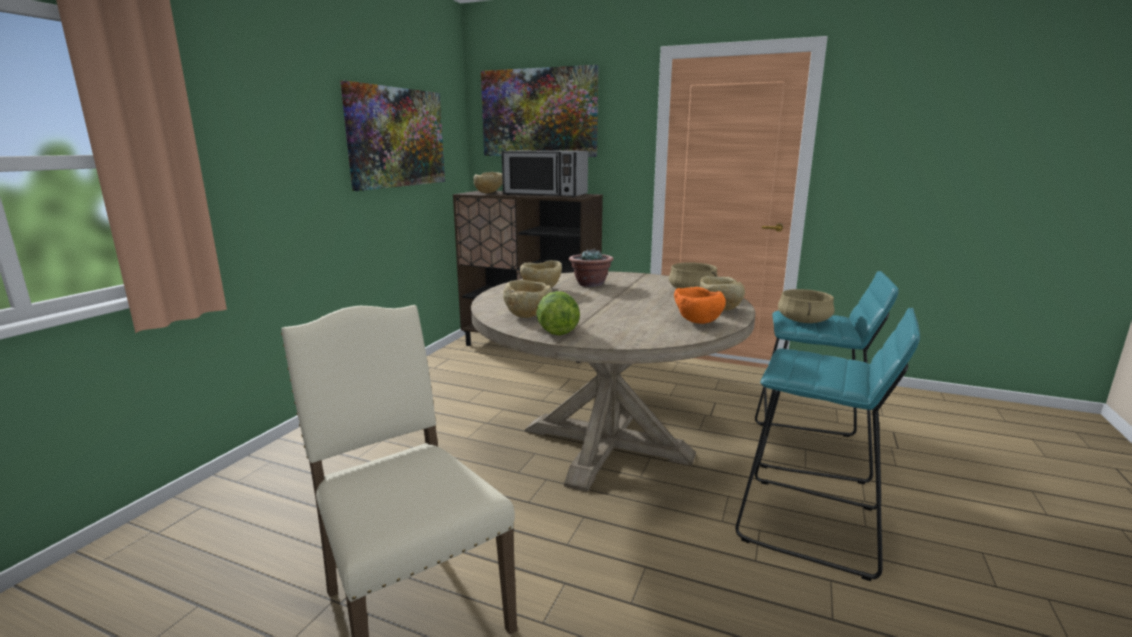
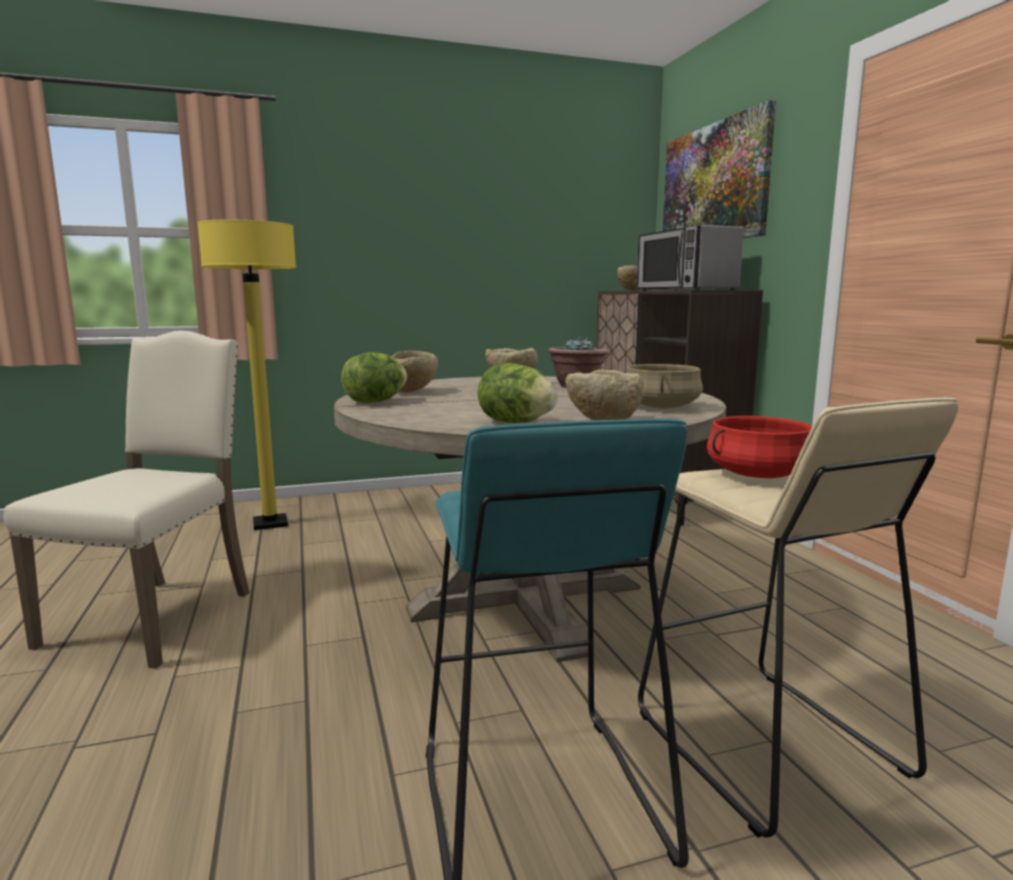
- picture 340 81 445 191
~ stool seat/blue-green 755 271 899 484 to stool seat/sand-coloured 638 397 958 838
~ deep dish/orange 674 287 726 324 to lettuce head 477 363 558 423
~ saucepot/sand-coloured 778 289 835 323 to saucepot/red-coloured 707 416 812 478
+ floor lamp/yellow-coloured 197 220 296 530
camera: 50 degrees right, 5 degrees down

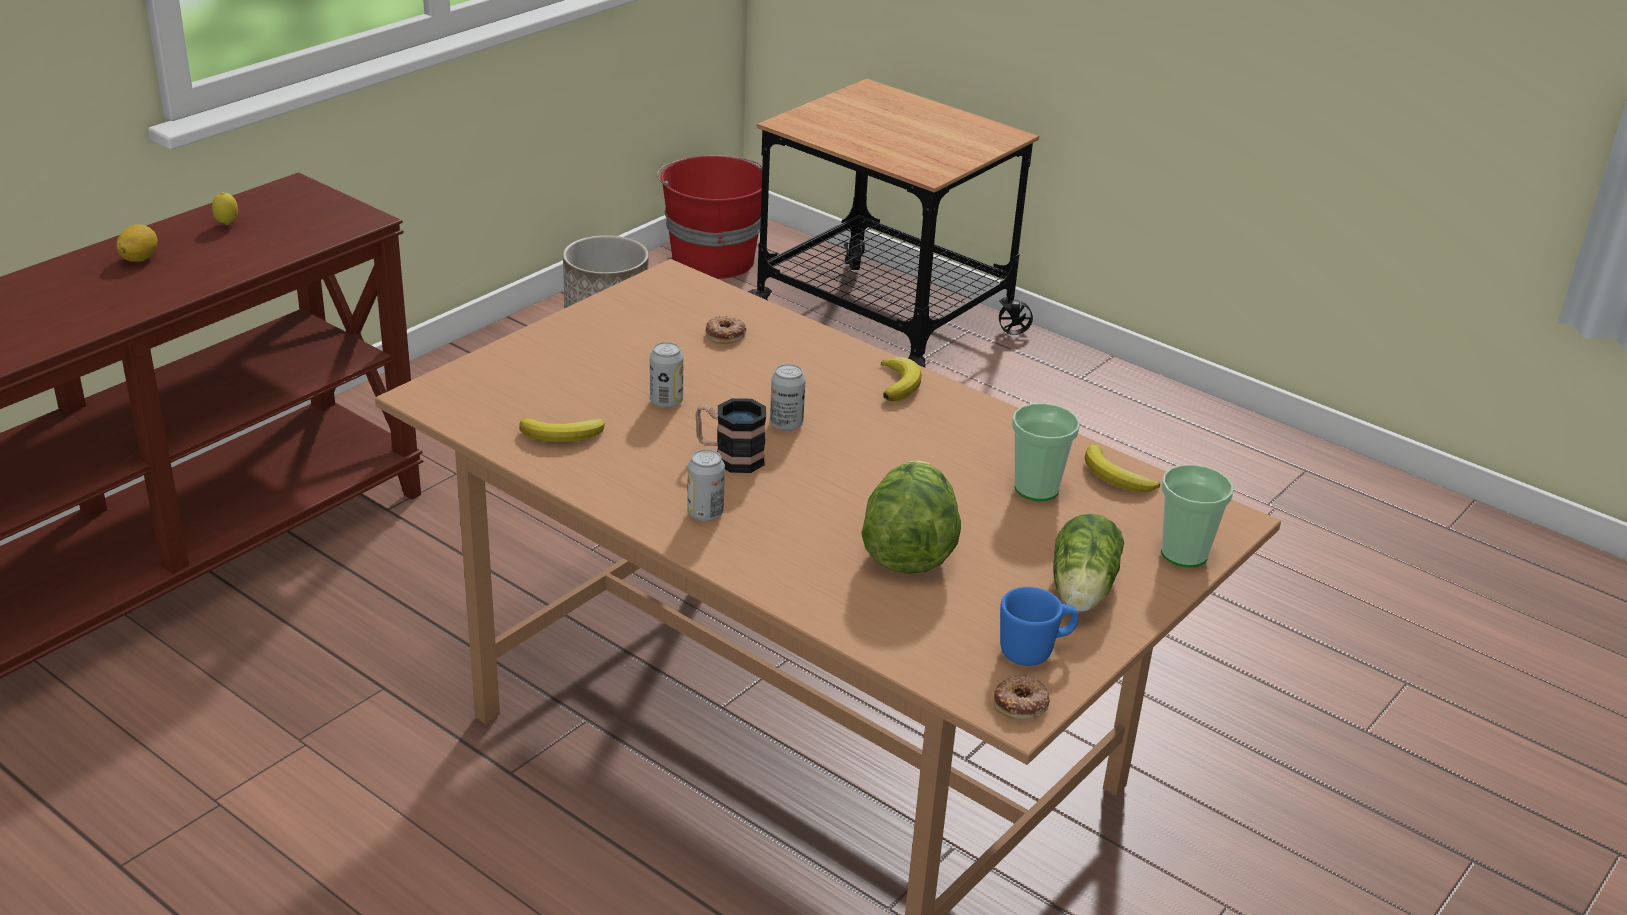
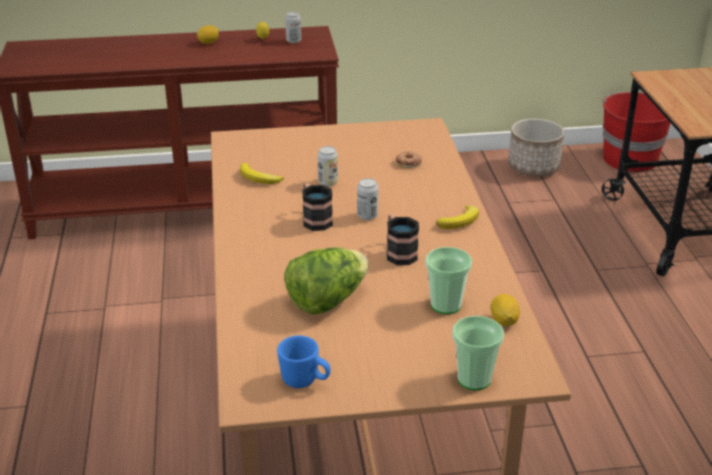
~ whole banana 1085 444 1160 492 to citrus fruit 491 294 520 326
~ can 687 449 725 521 to 285 12 301 43
- lettuce head 1053 513 1124 612
- doughnut 994 676 1050 720
+ tea mug 387 214 419 265
camera: 45 degrees right, 0 degrees up

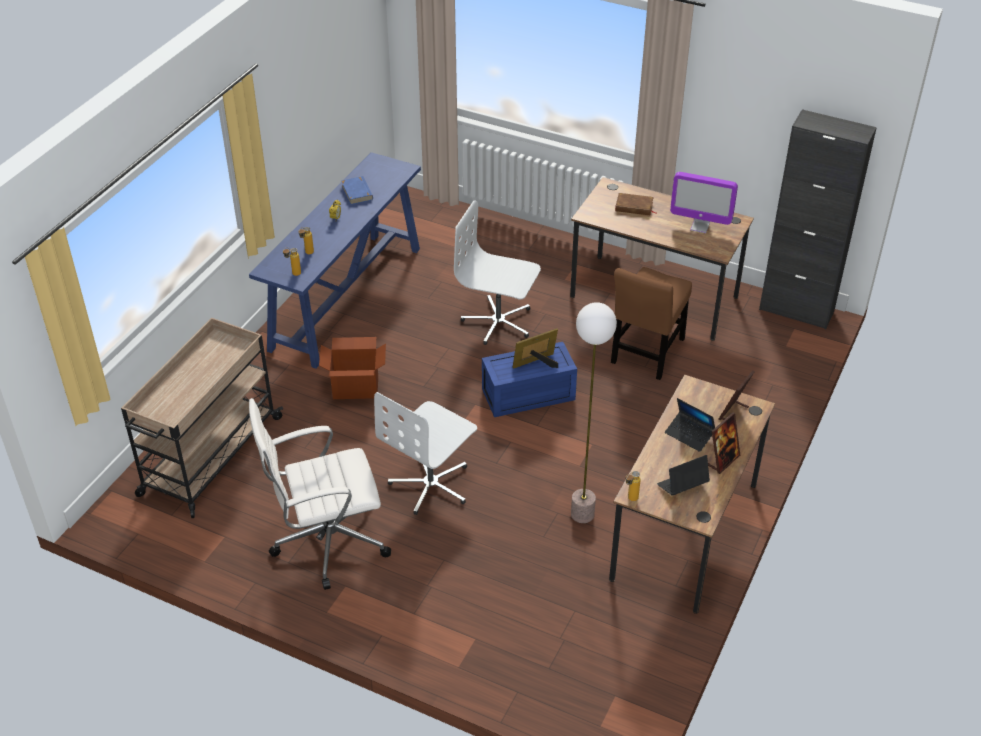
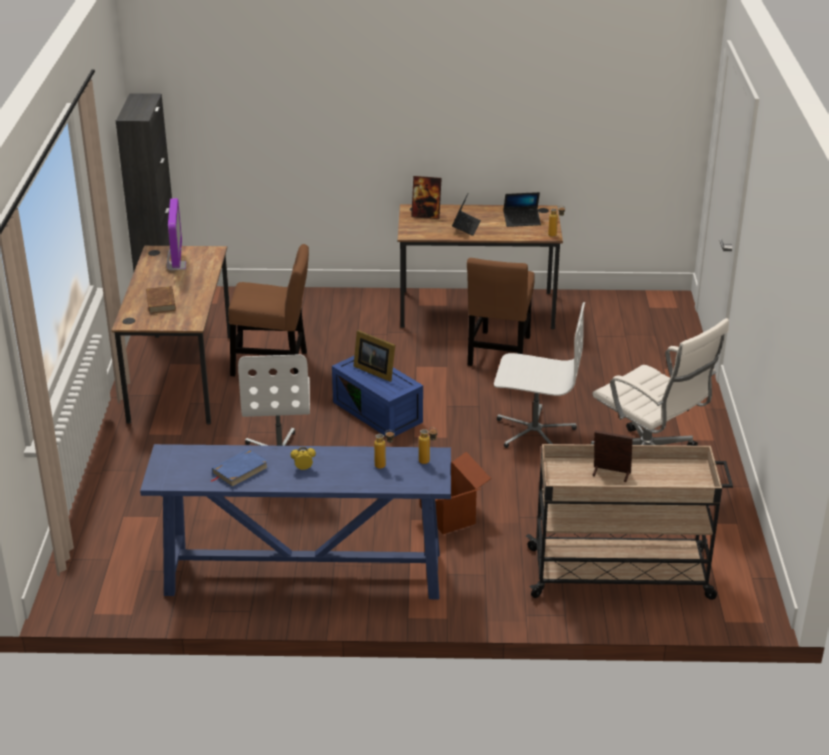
~ floor lamp 571 302 617 523 to chair/brown-coloured 467 258 535 366
~ standing frame 708 413 740 474 to 593 430 633 482
~ portable computer 657 455 710 496 = 503 192 541 227 45 degrees counterclockwise
camera: 115 degrees left, 10 degrees down

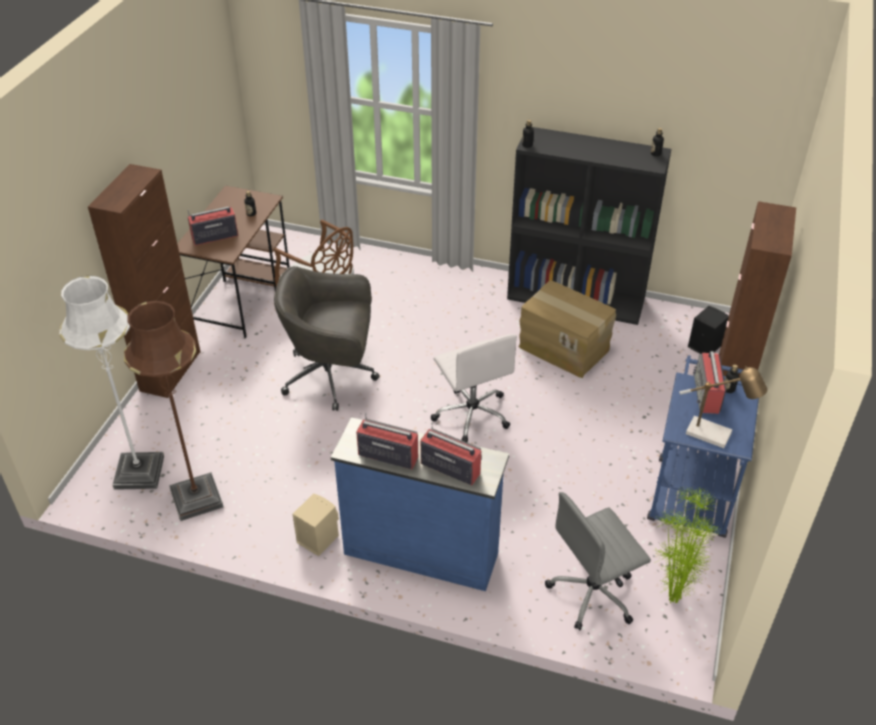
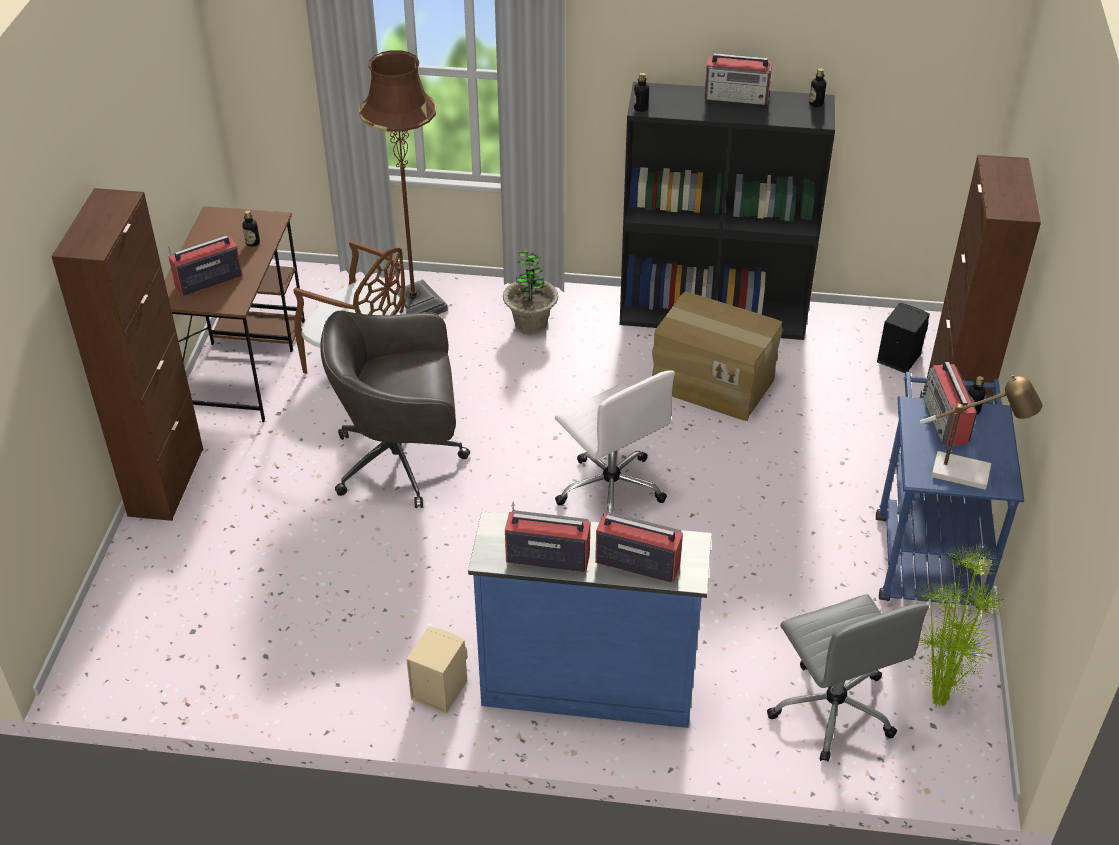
- floor lamp/white-coloured 60 275 164 490
~ floor lamp/brown-coloured 124 300 223 521 to 359 50 448 315
~ computer chair/grey 545 492 651 630 = 767 594 929 762 75 degrees counterclockwise
+ radio 704 53 773 105
+ houseplant 503 250 559 334
camera: 10 degrees left, 0 degrees up

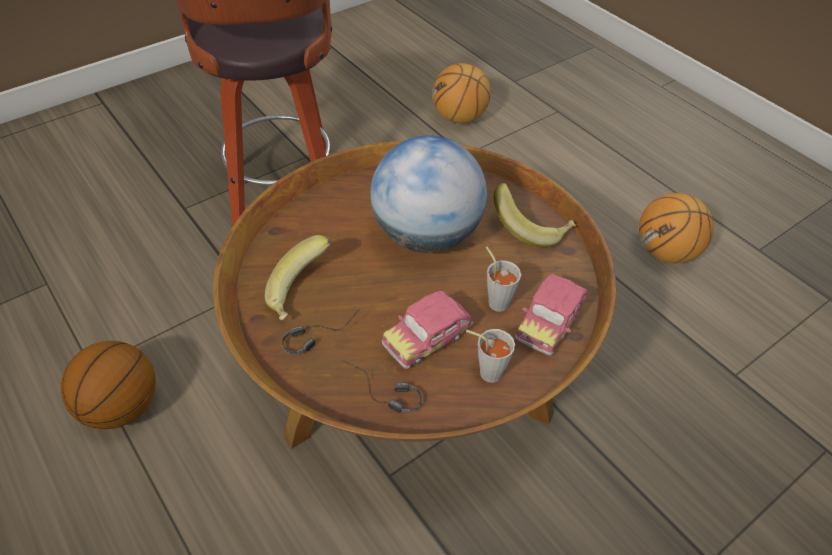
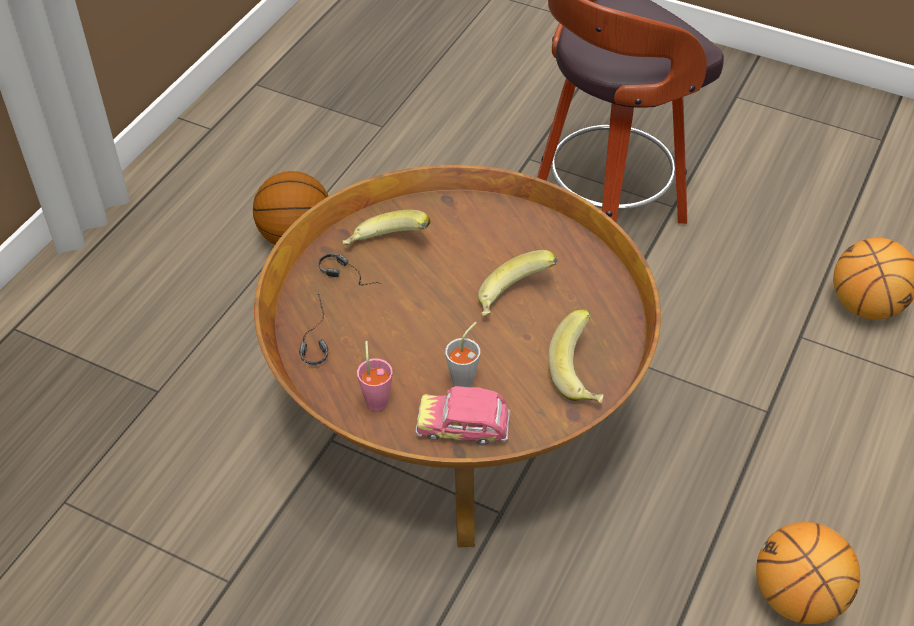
~ world globe 370 135 487 253 to whole banana 478 250 557 316
- miniature car 382 291 474 369
~ cup/grey 466 329 515 383 to cup/pinkish 357 341 393 412
camera: 65 degrees right, 0 degrees up

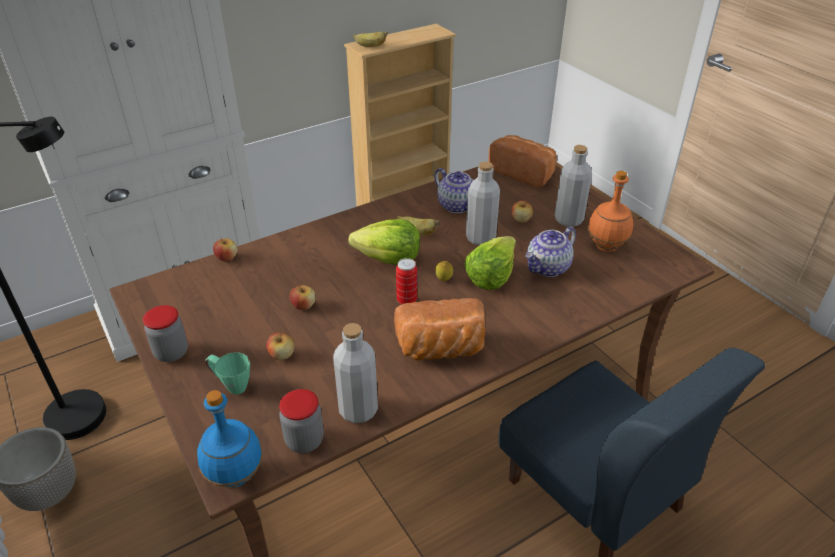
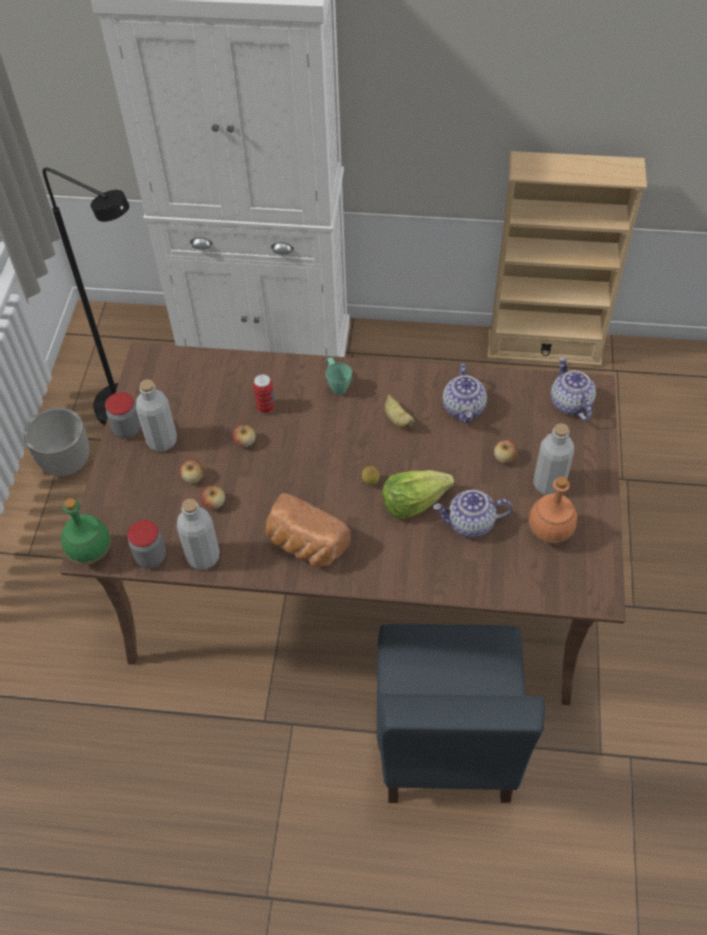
- whole banana 353 32 388 47
~ bakery bread 488 135 557 187 to pot for tea 551 357 596 421
~ beverage bottle/grey 466 162 500 245 to 136 379 177 452
- lettuce head 348 219 420 265
~ apple fruit 213 238 238 261 to 200 485 225 509
~ can 396 258 417 304 to 253 374 275 414
~ tea mug/green 206 352 250 395 to 326 357 352 395
~ beverage bottle/blue-coloured 197 390 263 488 to beverage bottle/green 61 498 111 565
camera: 40 degrees right, 15 degrees up

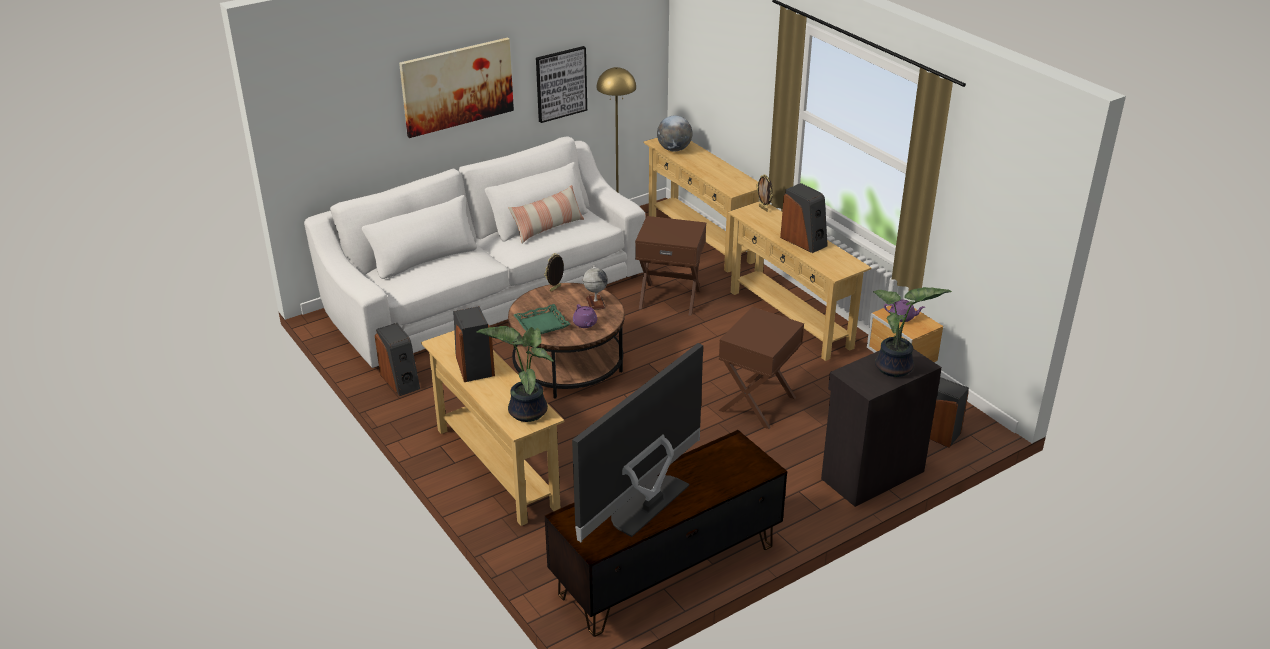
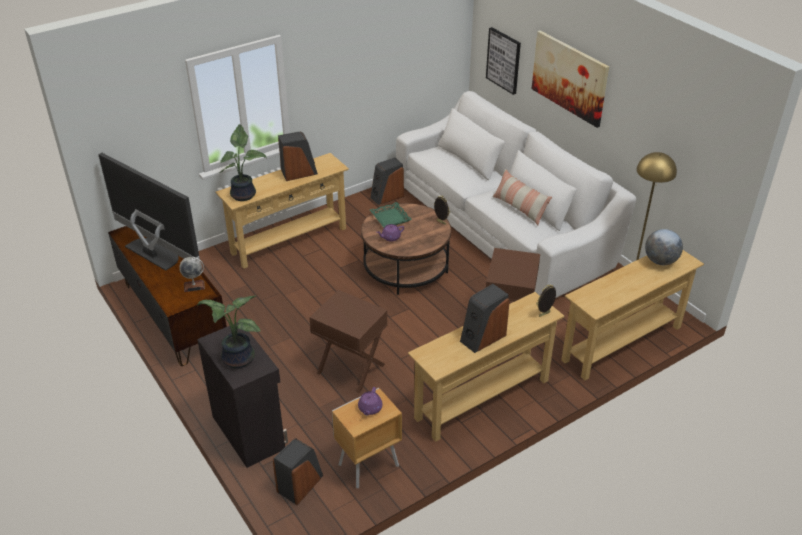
~ picture 536 46 587 123 to 486 27 521 95
~ world globe 583 265 608 310 to 179 257 205 292
camera: 90 degrees right, 5 degrees up

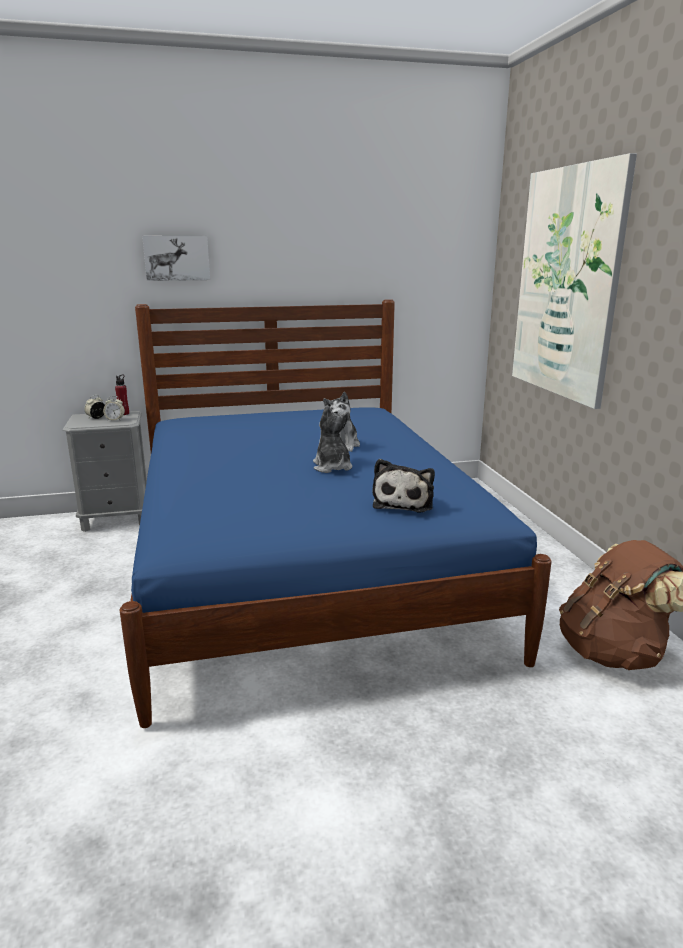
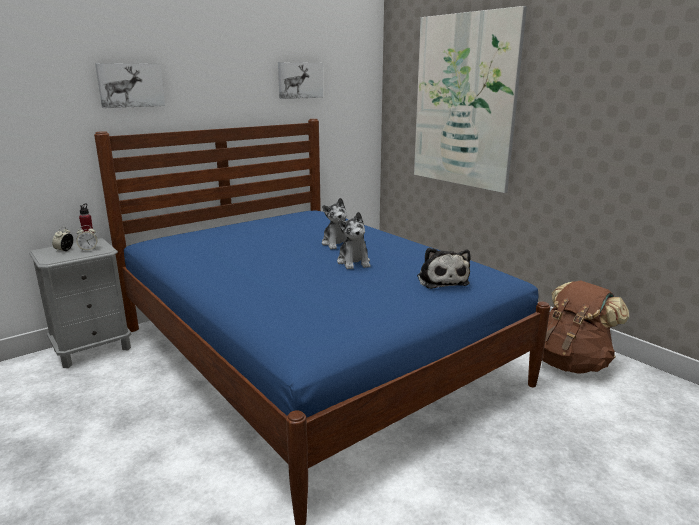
~ cuddly toy 313 405 352 473 = 337 212 370 269 150 degrees counterclockwise
+ picture 278 62 323 99
camera: 25 degrees left, 0 degrees up

